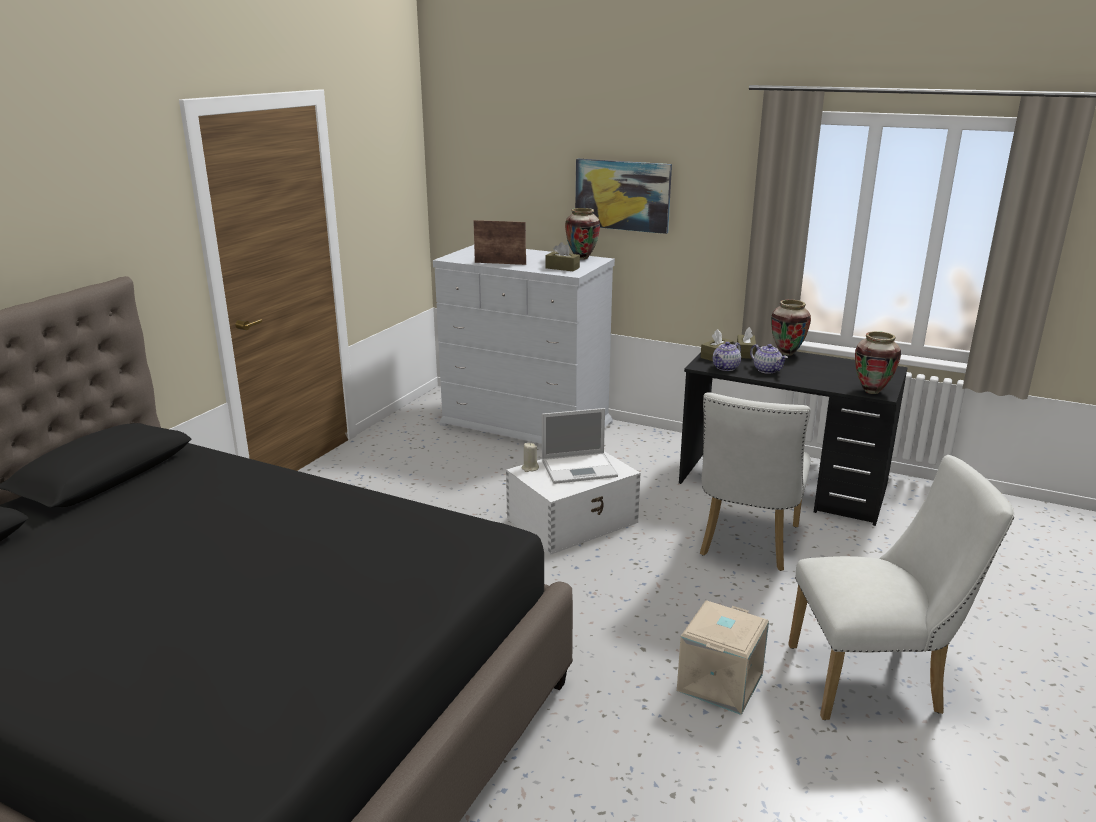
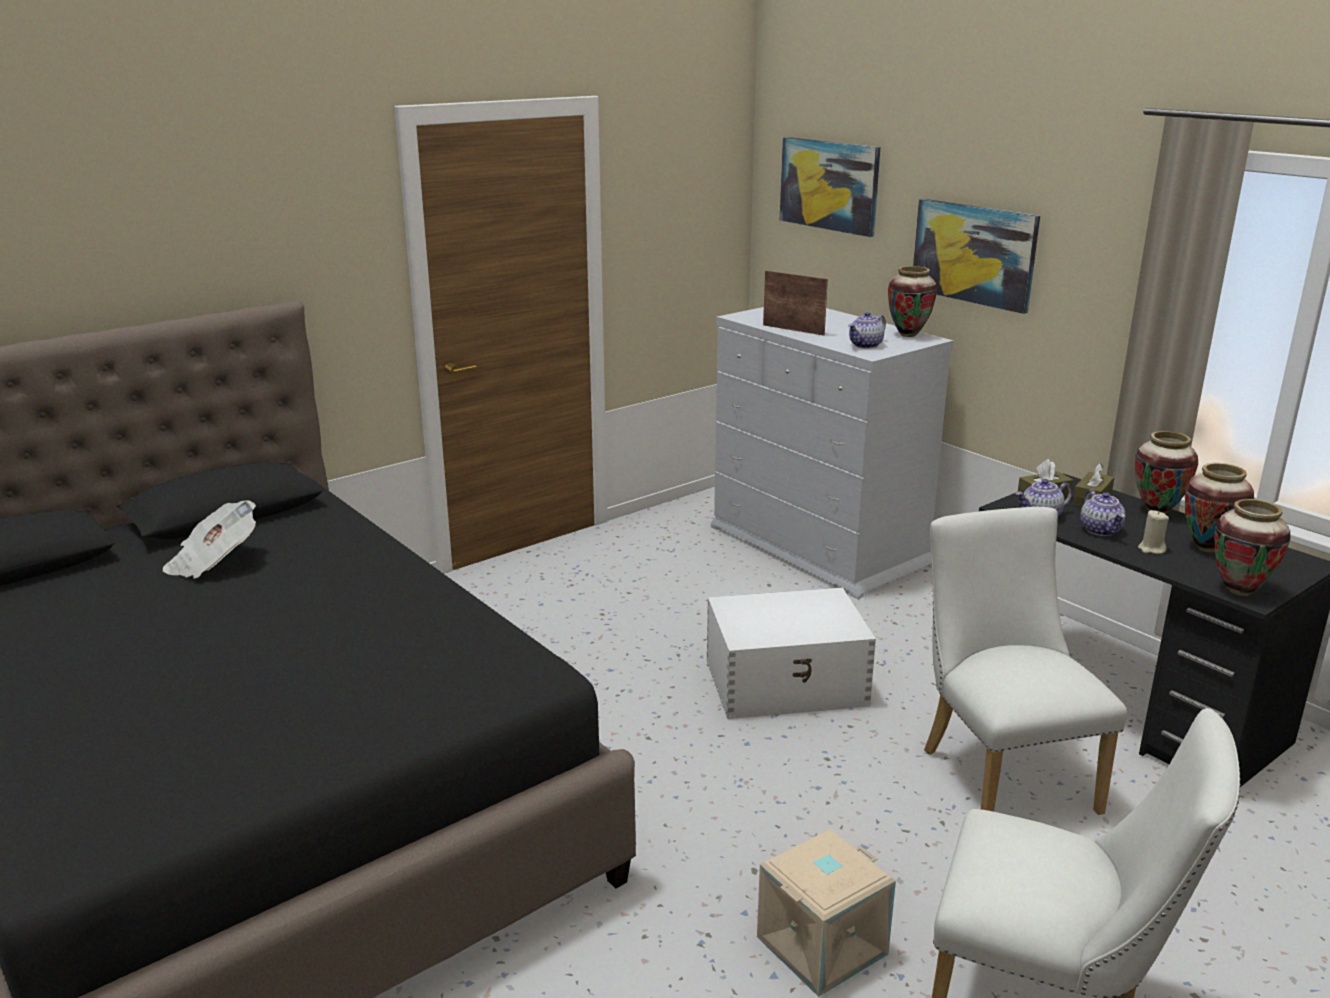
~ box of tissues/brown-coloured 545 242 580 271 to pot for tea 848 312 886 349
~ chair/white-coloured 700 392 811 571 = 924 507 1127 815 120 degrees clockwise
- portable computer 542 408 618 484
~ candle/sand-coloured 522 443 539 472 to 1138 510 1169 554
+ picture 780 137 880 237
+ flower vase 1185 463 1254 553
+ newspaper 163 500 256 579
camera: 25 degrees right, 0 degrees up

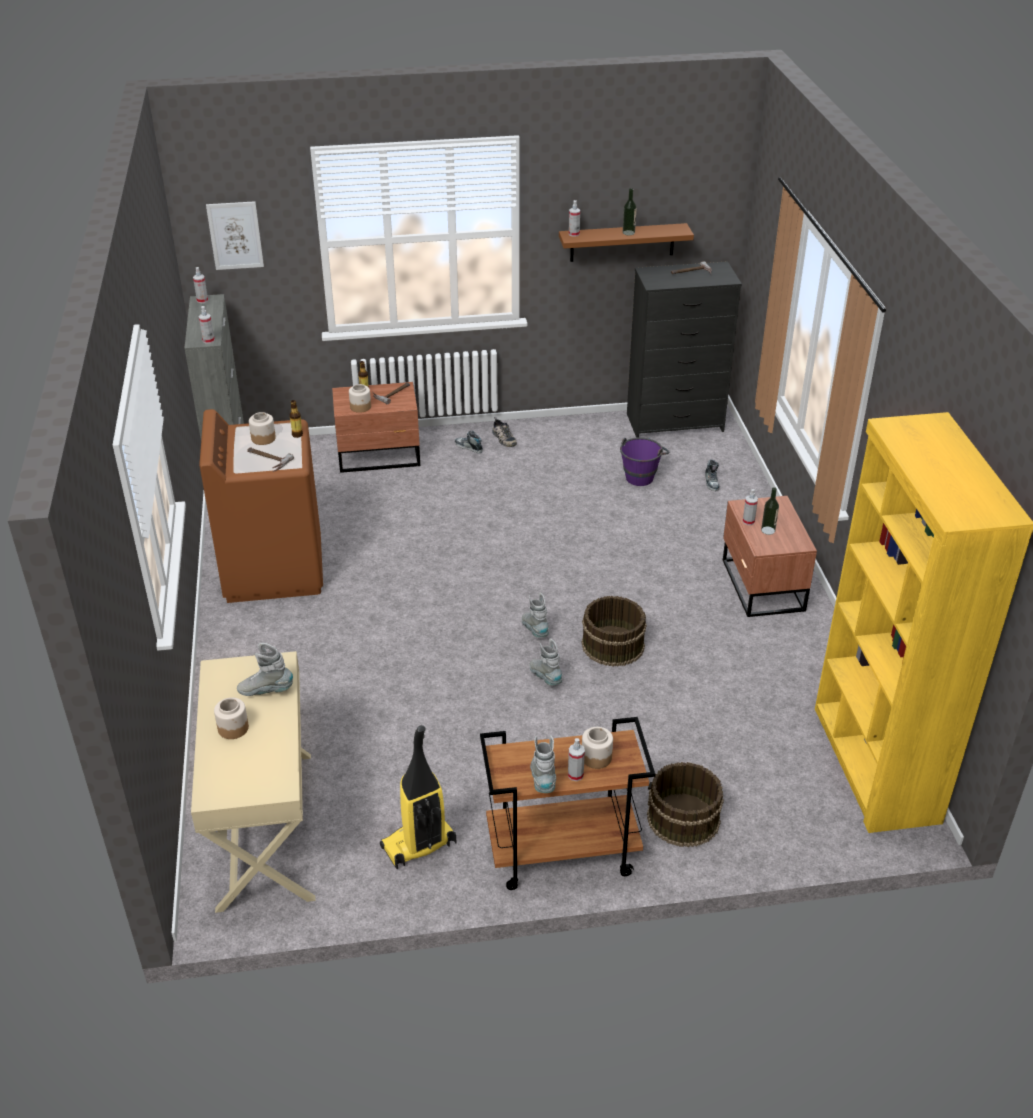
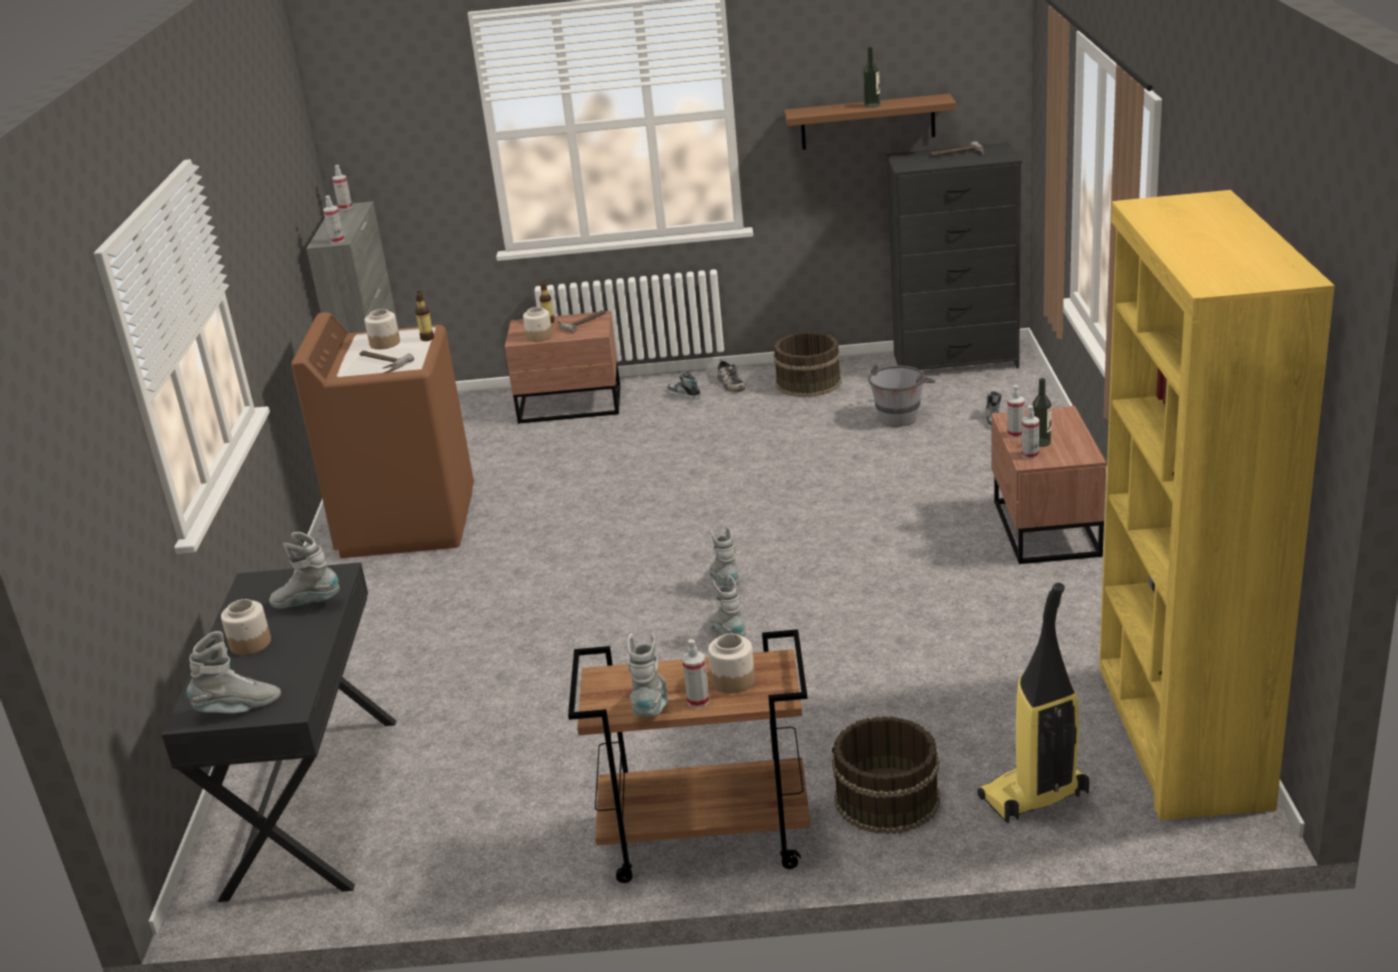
~ spray bottle 569 200 580 237 to 1021 405 1039 459
- picture 206 201 264 270
~ bucket/purple-coloured 620 437 669 486 to bucket/grey 868 365 935 427
~ bucket/brown-coloured 581 596 647 667 to 774 332 841 397
~ desk unit/sand-coloured 191 651 315 913 to desk unit/blackish 162 562 396 902
~ hoover 380 725 457 869 to 977 583 1089 823
+ high-top boot/grey 186 631 281 713
camera: 10 degrees right, 10 degrees down

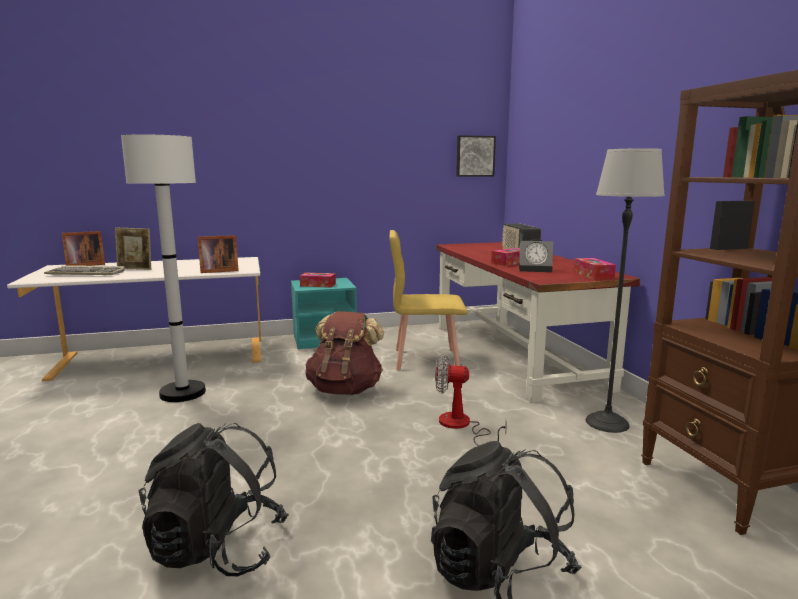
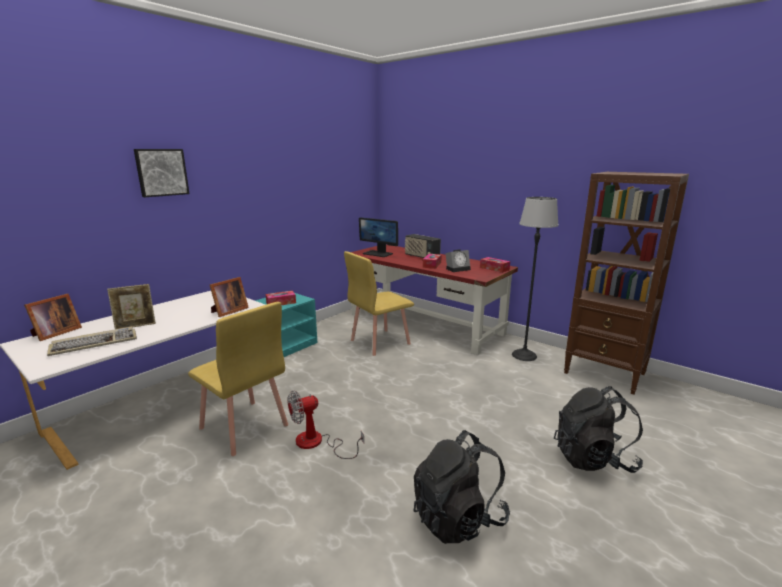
~ floor lamp/white-coloured 121 135 206 402 to chair/yellow-coloured 188 302 288 456
~ picture 456 135 496 177 to 134 149 190 197
- rucksack/brown-coloured 305 311 384 395
~ cooling fan 435 354 507 446 to 287 391 364 459
+ monitor 359 217 398 257
camera: 35 degrees left, 5 degrees up

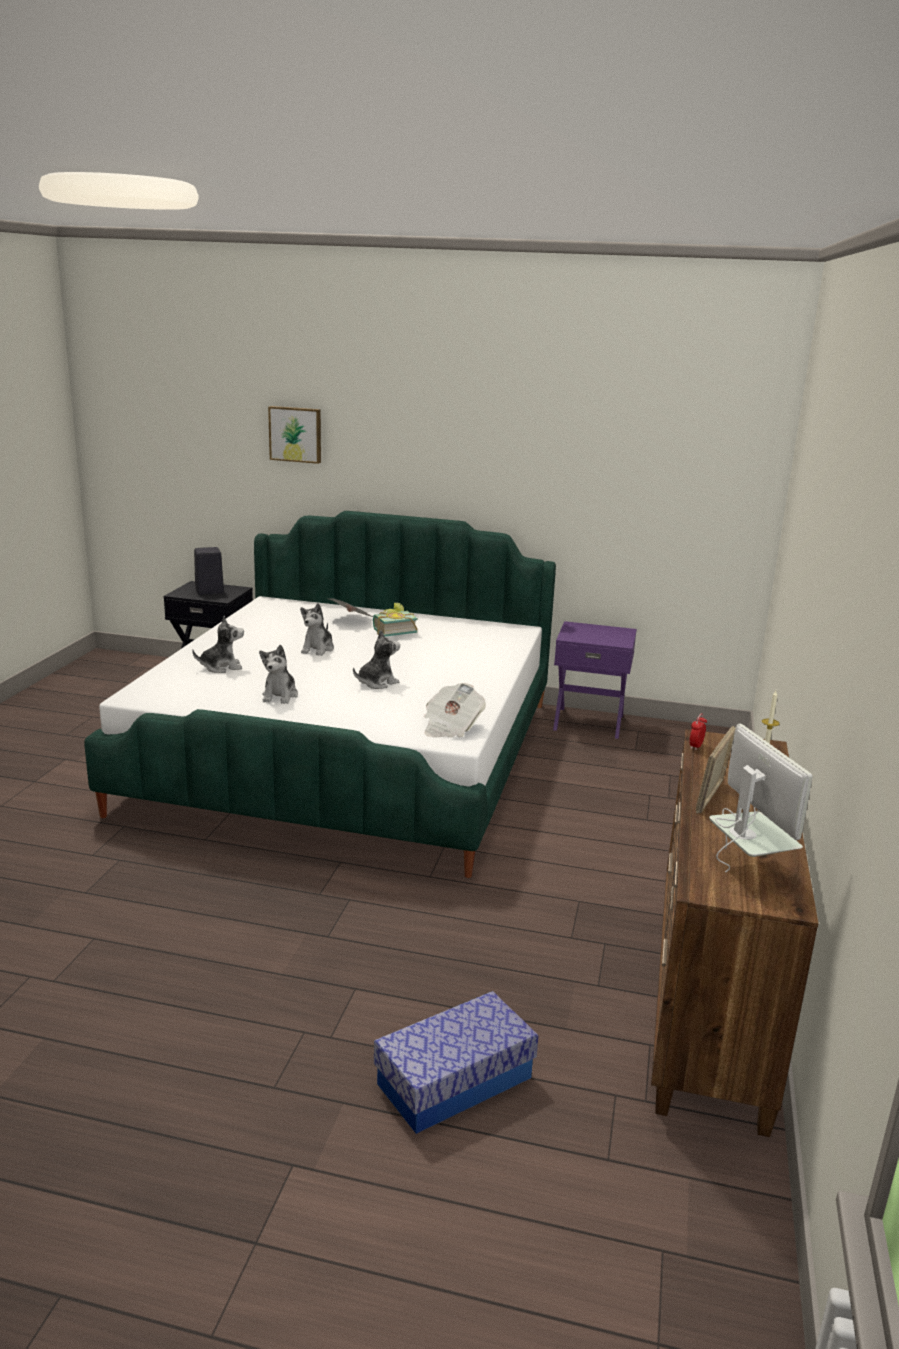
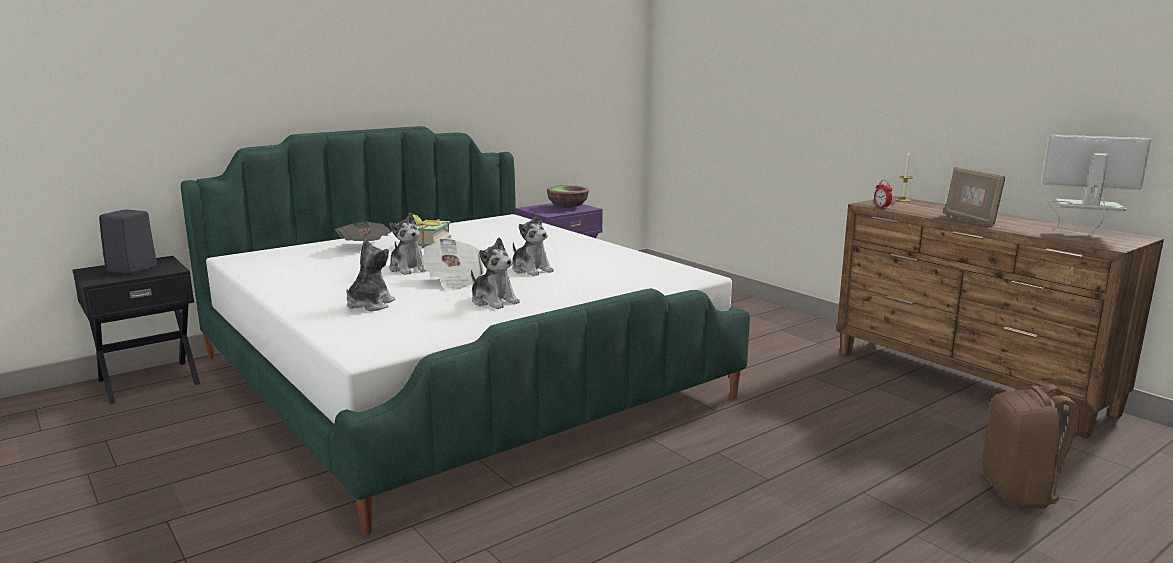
- picture 268 406 321 464
~ cuddly toy 353 630 400 689 = 512 213 554 276 135 degrees clockwise
~ newspaper 424 683 486 738 to 422 238 484 290
~ storage bin 374 991 538 1134 to rucksack/brown-coloured 982 384 1079 509
+ deep dish 547 185 589 208
camera: 50 degrees left, 5 degrees down

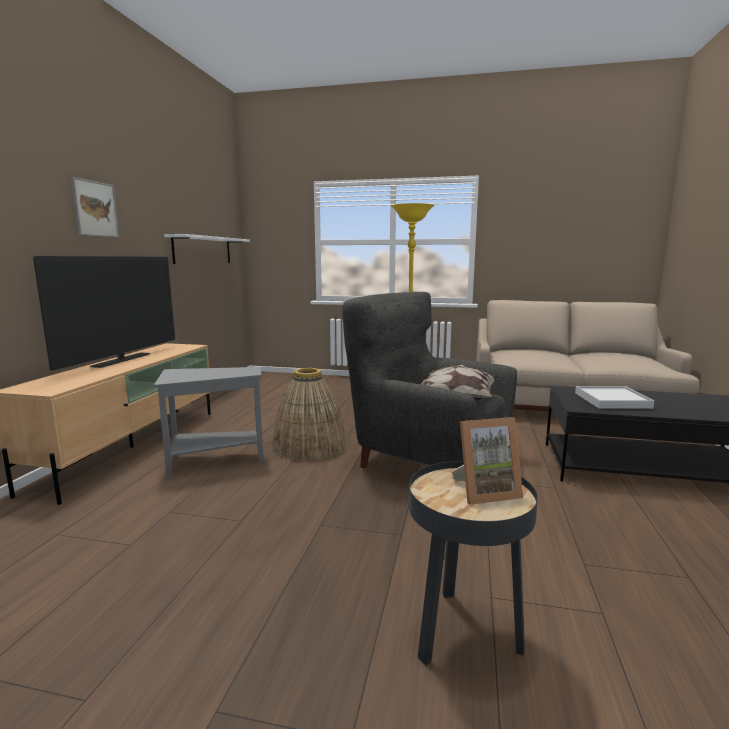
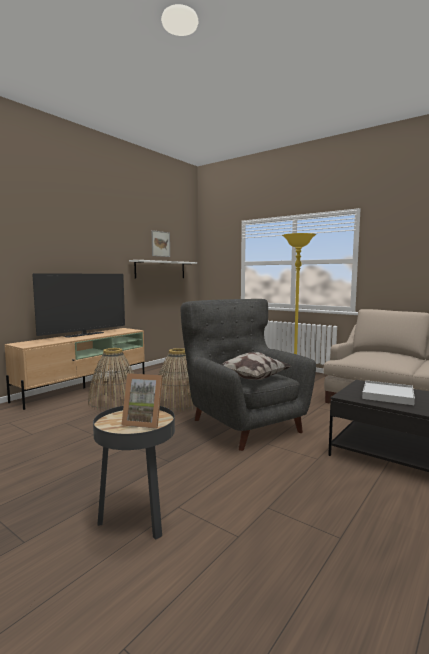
~ picture 71 177 119 237 to 151 230 170 257
~ side table/grey 154 367 263 478 to household basket 88 348 134 411
camera: 25 degrees right, 5 degrees down

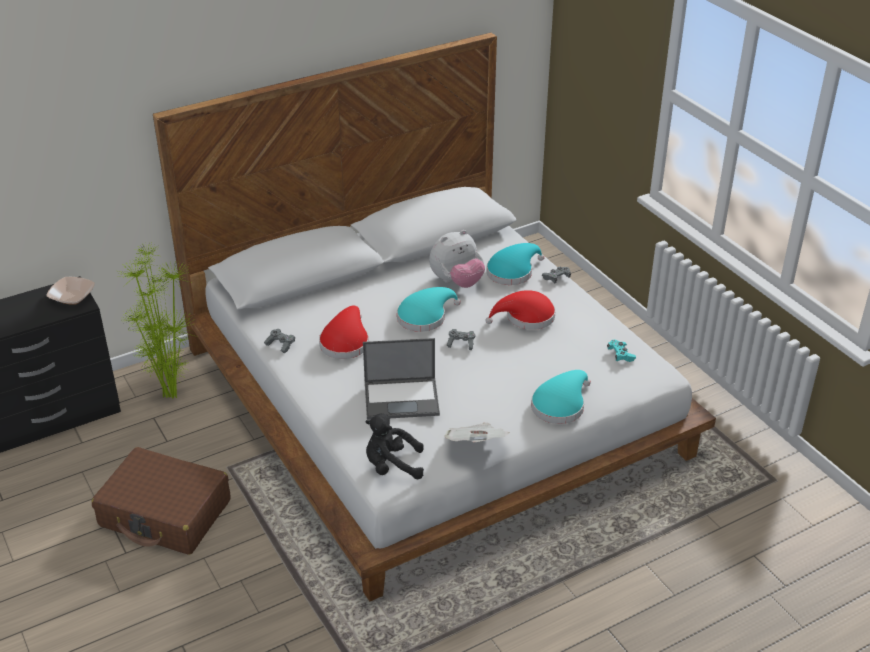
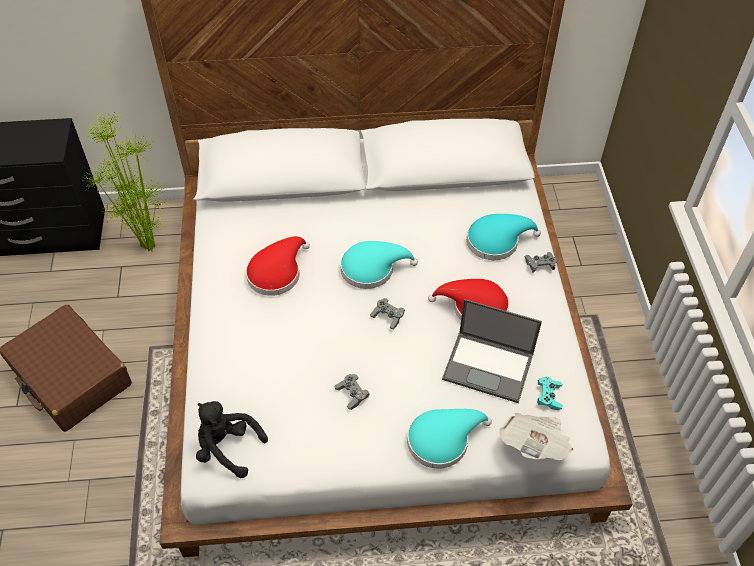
- cuddly toy 429 230 485 288
- deep dish 46 277 95 305
~ gamepad/grey 264 329 295 353 to 334 374 370 410
~ portable computer 363 338 440 420 to 442 299 542 403
~ newspaper 445 423 509 442 to 499 412 573 460
camera: 25 degrees right, 15 degrees up

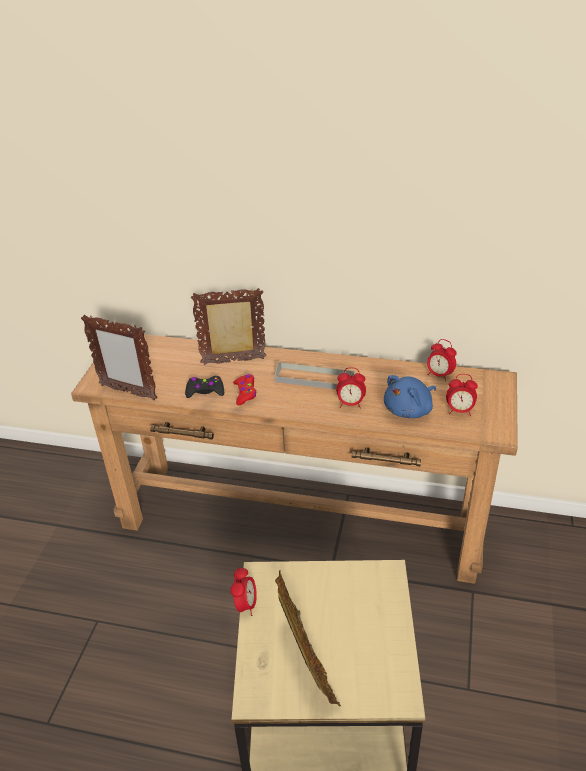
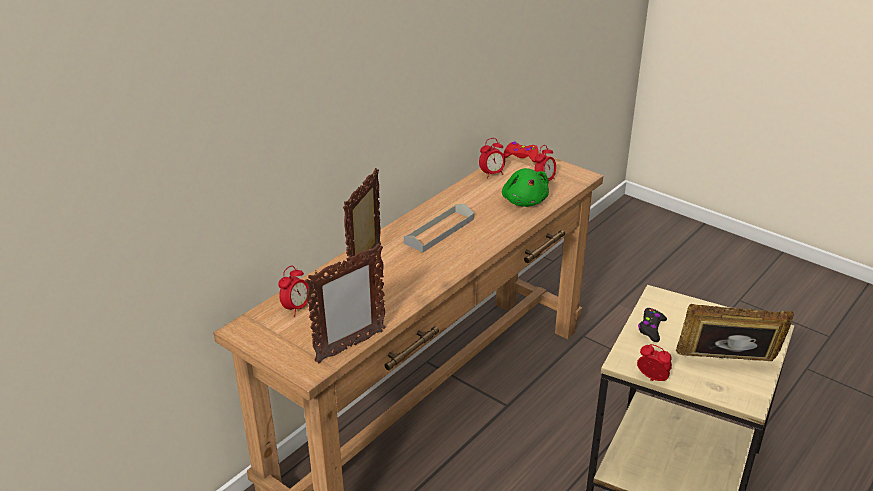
~ alarm clock 336 367 366 409 to 278 266 308 316
~ gamepad/red-coloured 233 374 256 405 to 503 142 539 162
~ cuddly toy/blue-coloured 384 375 436 418 to cuddly toy/green 502 168 549 207
~ gamepad/blackish 185 376 224 398 to 638 308 667 342
camera: 65 degrees left, 5 degrees down

